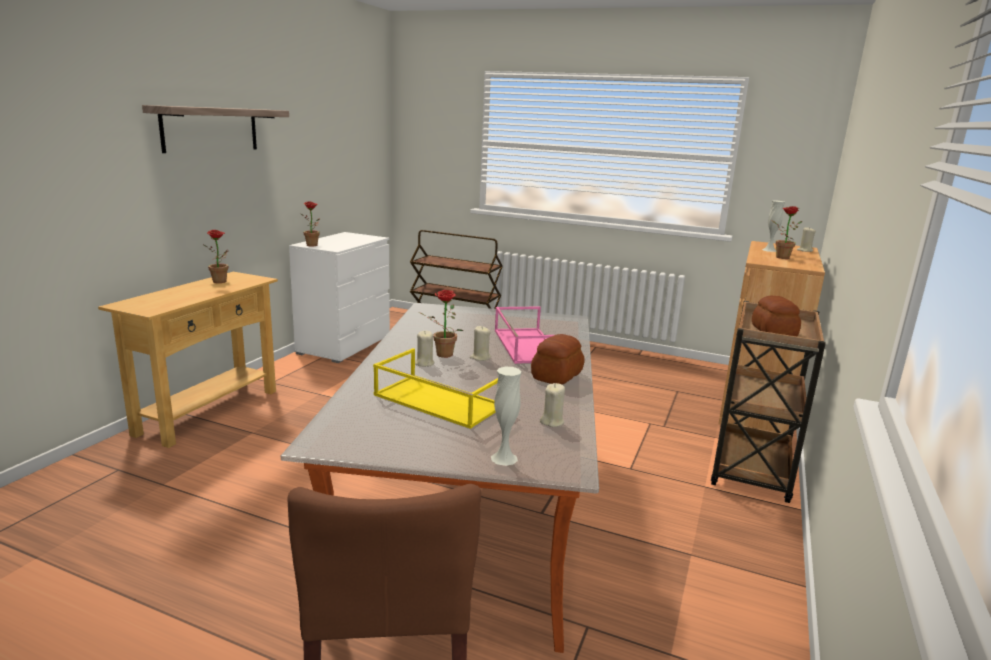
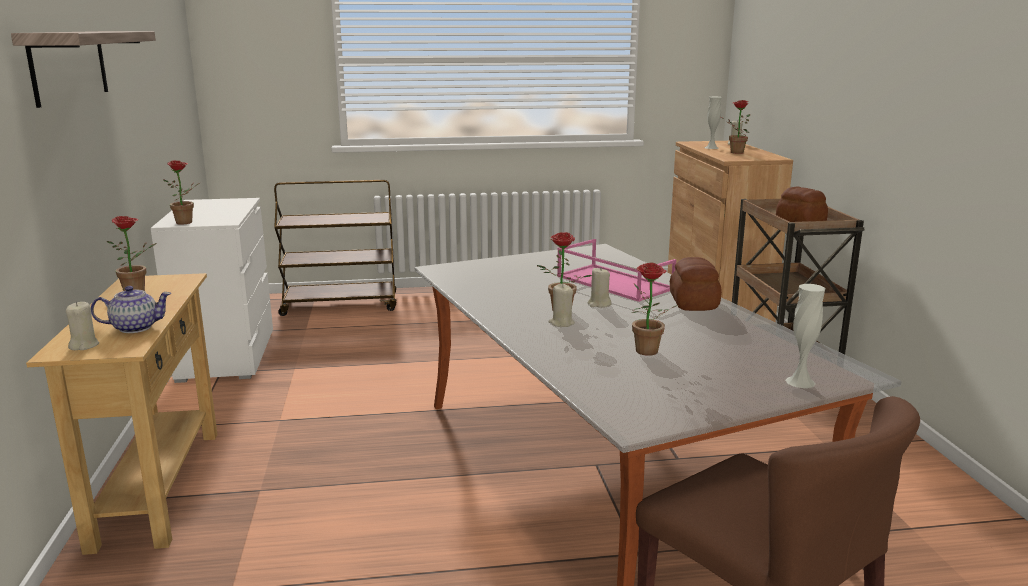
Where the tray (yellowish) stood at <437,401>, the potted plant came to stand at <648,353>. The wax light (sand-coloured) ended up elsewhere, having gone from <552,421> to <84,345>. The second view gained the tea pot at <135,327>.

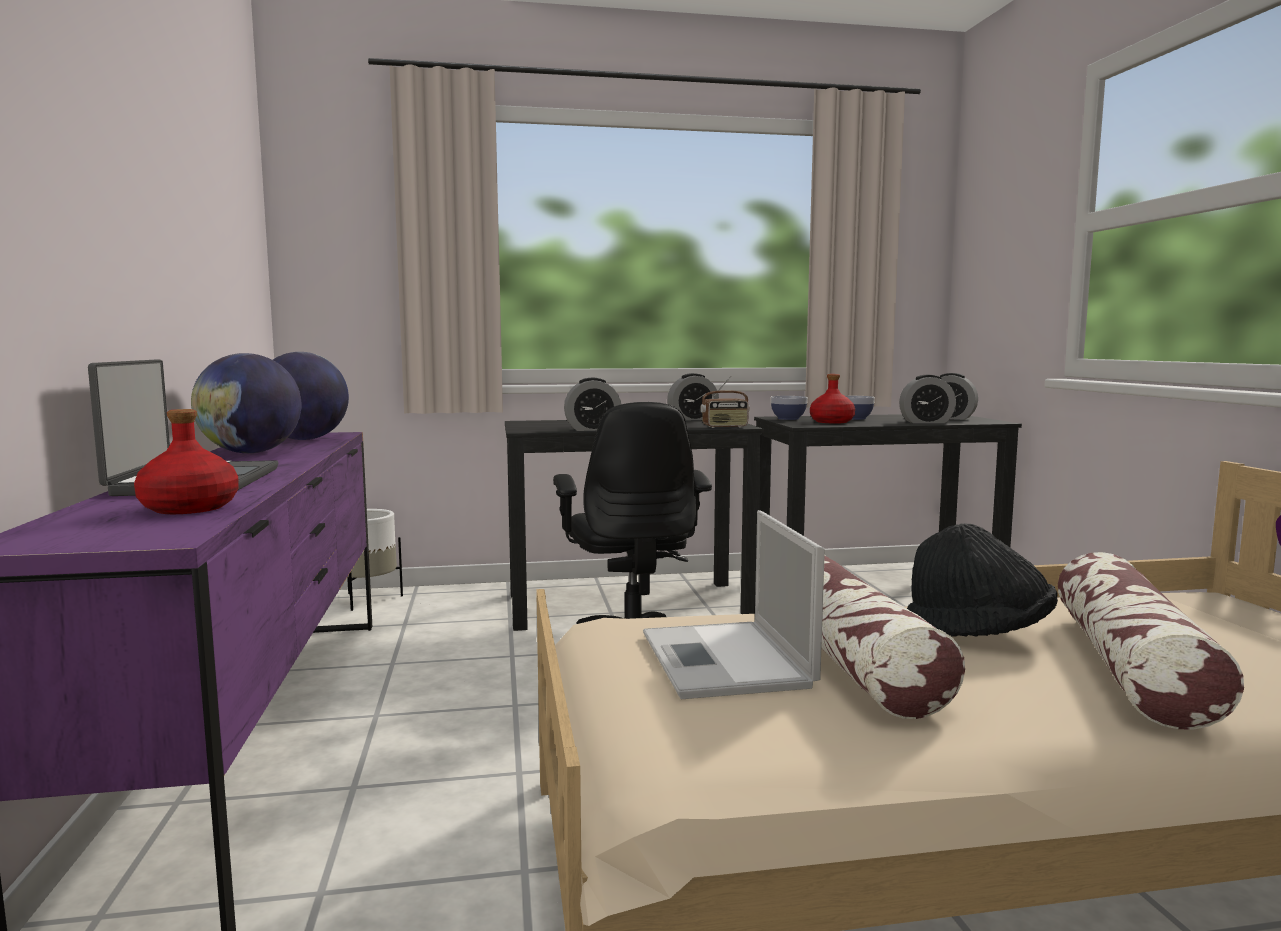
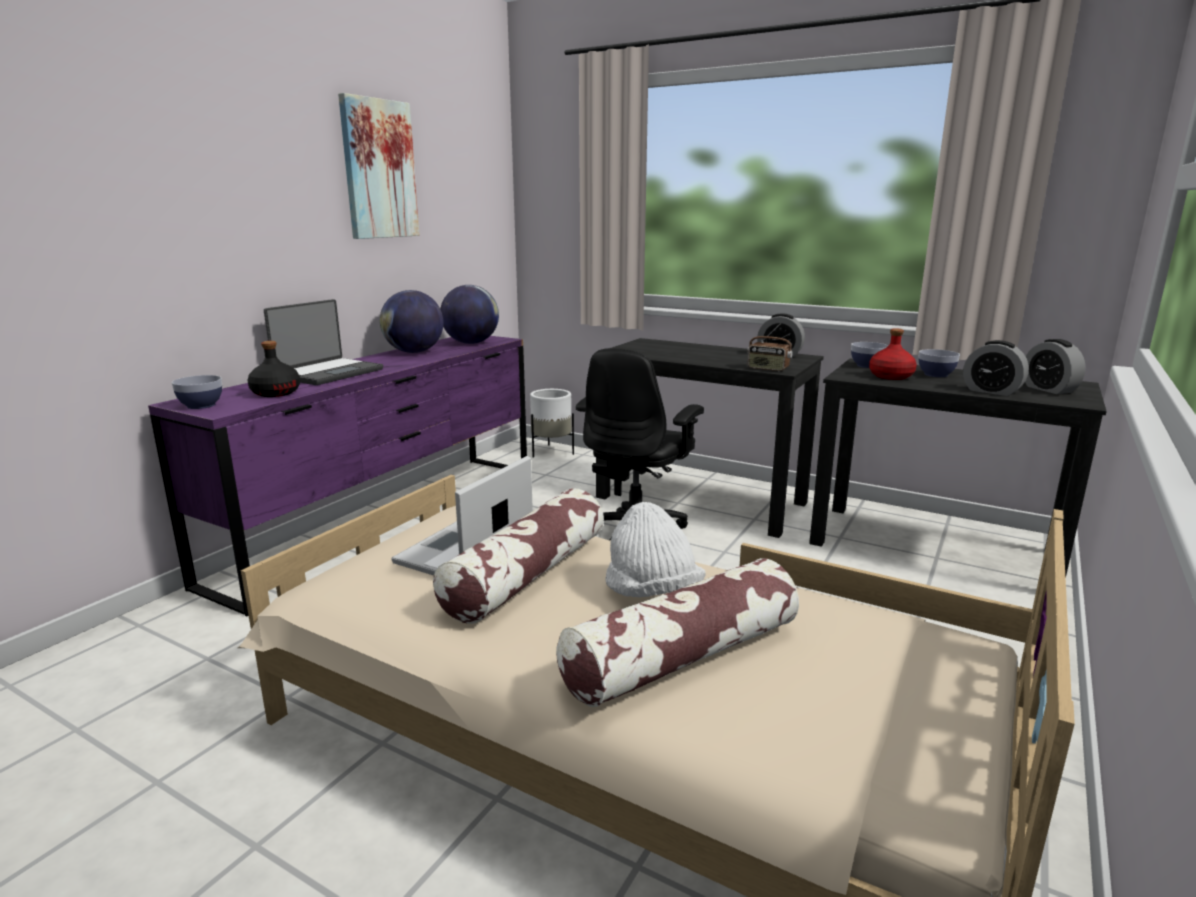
What was the beverage bottle (red) at <188,508> turned into the beverage bottle (black) at <275,393>. The second view lost the table clock at <593,429>. What was the hat (black) at <978,633> turned into the hat (white-coloured) at <651,592>. The second view gained the deep dish at <201,405>. The second view gained the wall art at <378,169>.

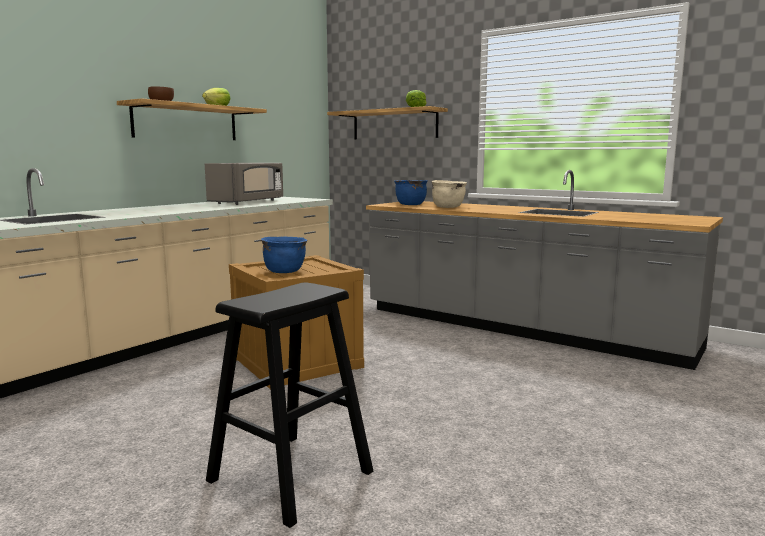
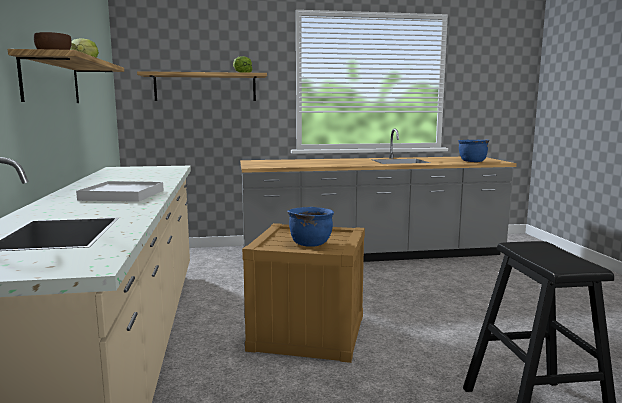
The second view lost the kitchen microwave (gray) at <248,202>. The cooking pot (blue) ended up elsewhere, having gone from <410,205> to <472,161>. The second view lost the cooking pot (sand-coloured) at <448,207>. The second view gained the tray (white-coloured) at <122,195>.

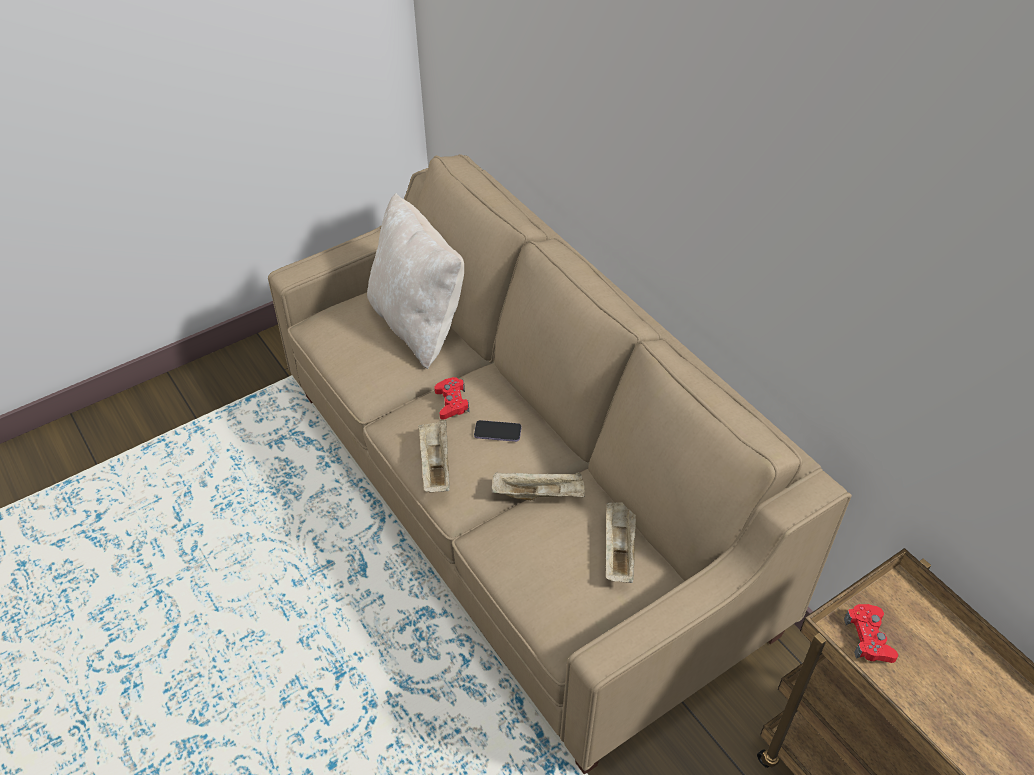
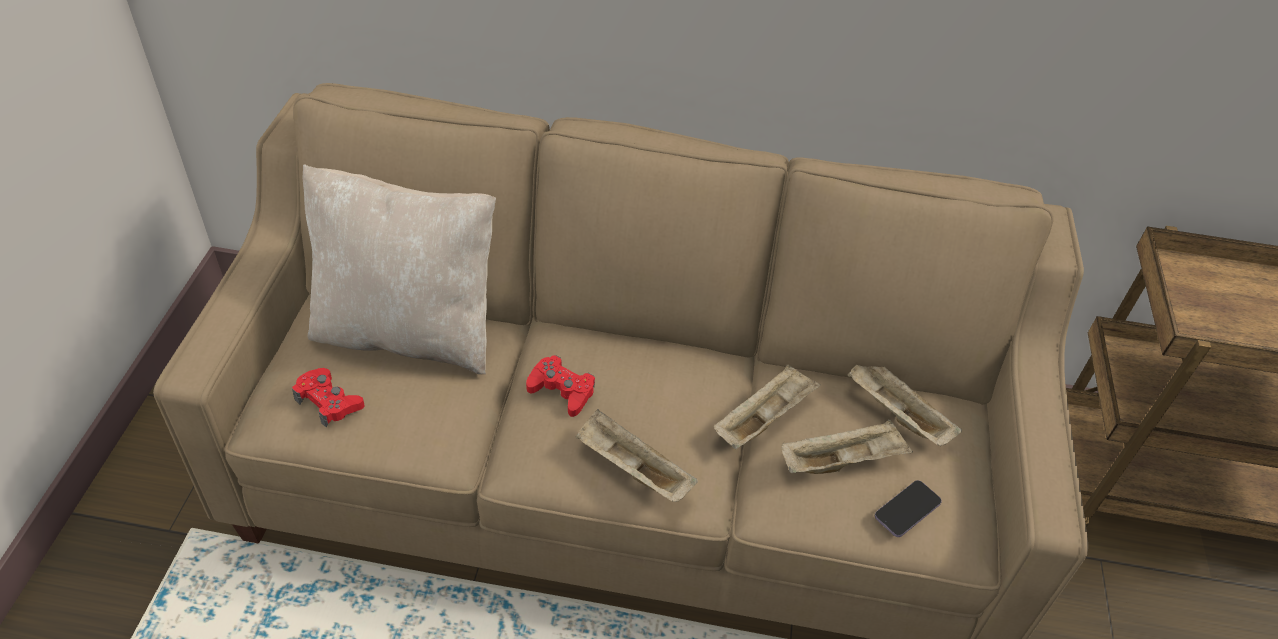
The handset ended up elsewhere, having gone from <497,432> to <907,510>. The joypad (red) ended up elsewhere, having gone from <869,638> to <329,402>. The second view gained the tray (sand-coloured) at <842,461>.

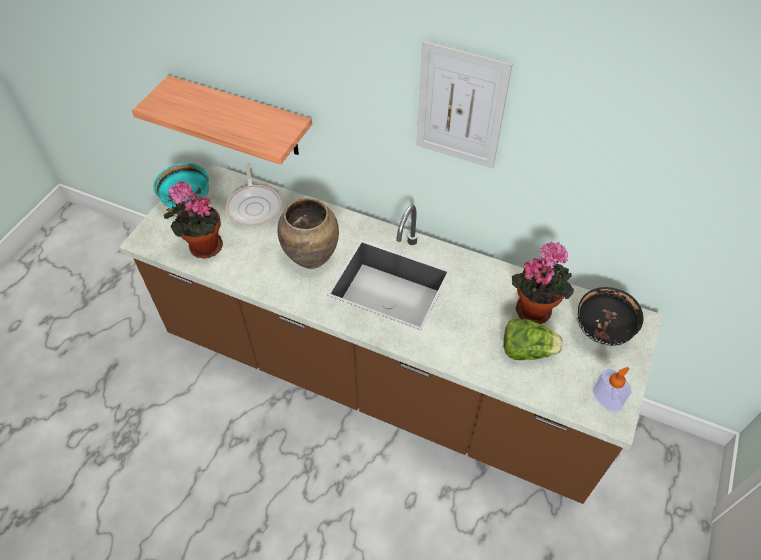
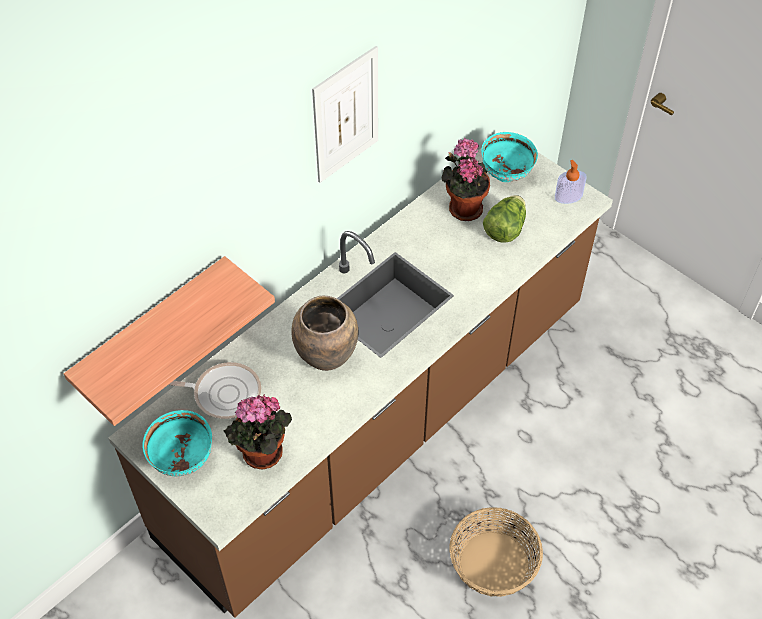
What was the deep dish (black) at <601,333> turned into the deep dish (turquoise) at <506,174>. The second view gained the storage basket at <493,562>.

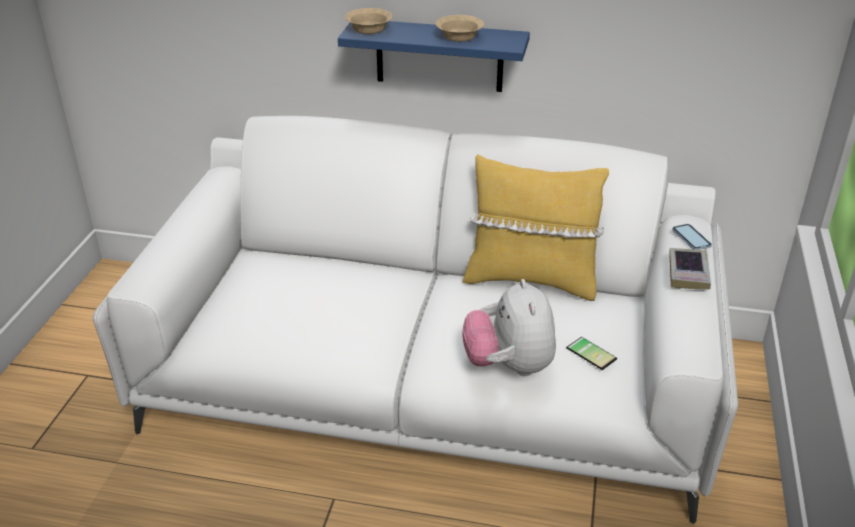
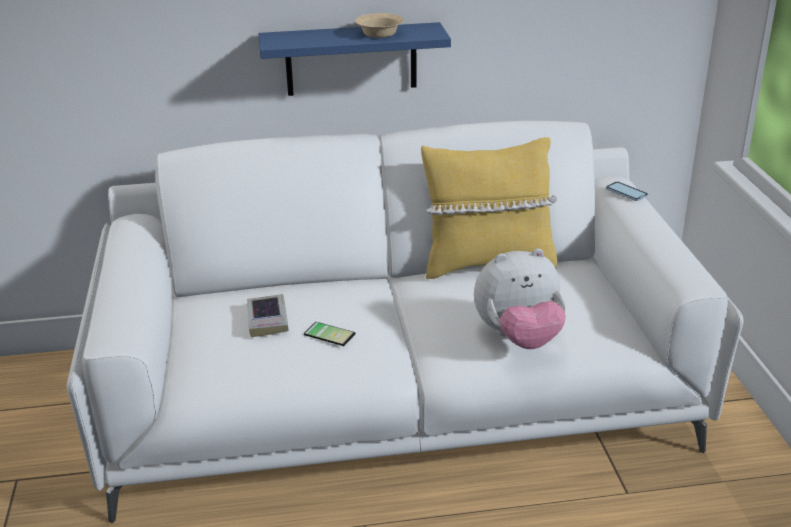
The second view lost the deep dish (sand-coloured) at <368,29>. The soft toy at <509,366> ended up facing another way, 75 degrees counterclockwise from before. The handset ended up elsewhere, having gone from <593,352> to <331,333>. The book ended up elsewhere, having gone from <688,273> to <267,319>.

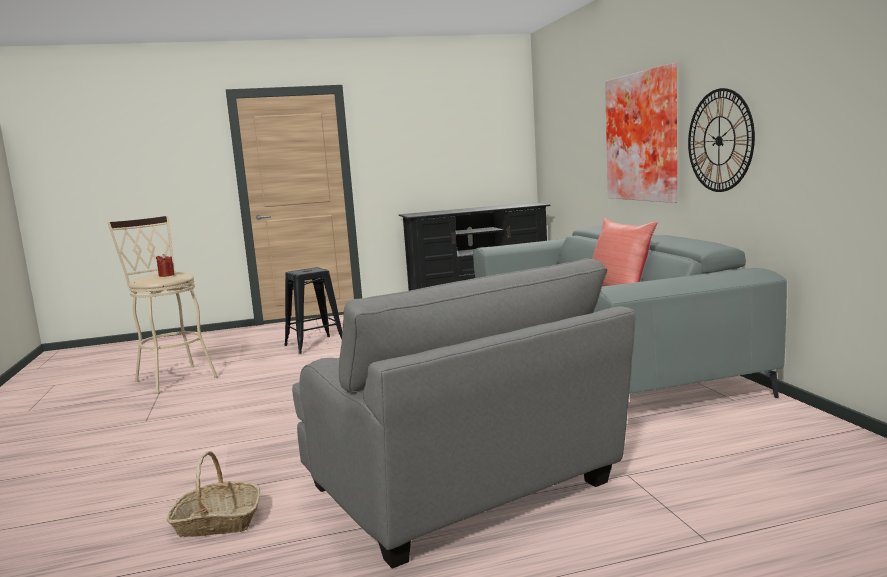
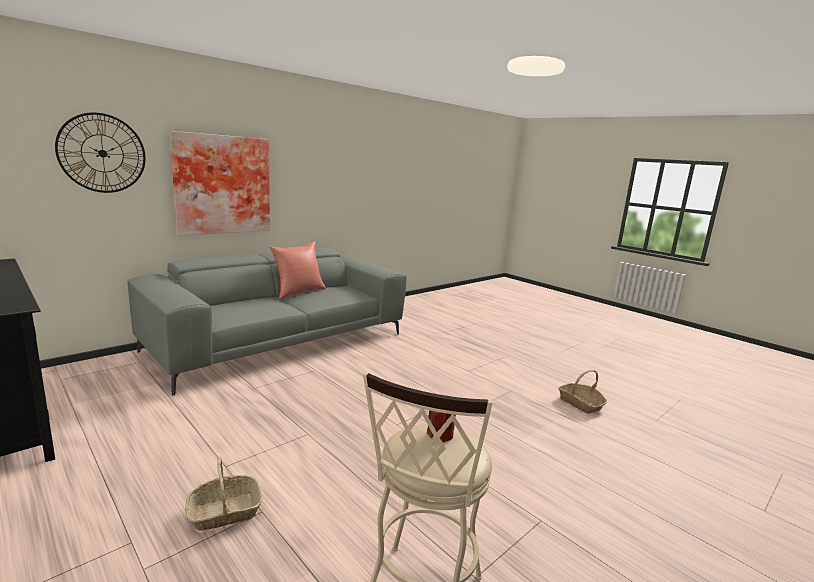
Where the sitting stool (black) stood at <314,345>, the storage basket came to stand at <224,512>. The second view lost the lounge chair (gray) at <462,488>. The clock on the wall ended up elsewhere, having gone from <719,140> to <102,153>.

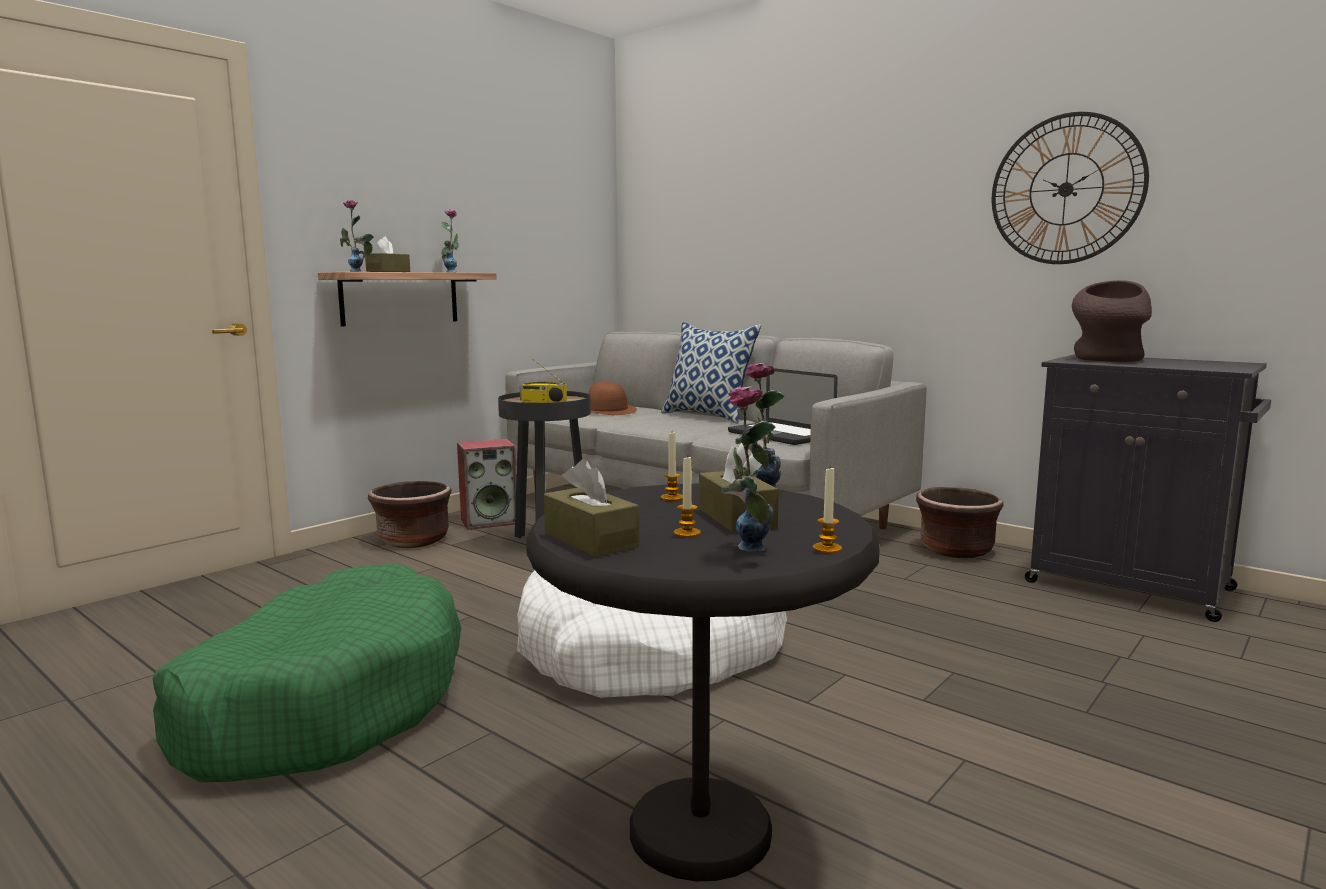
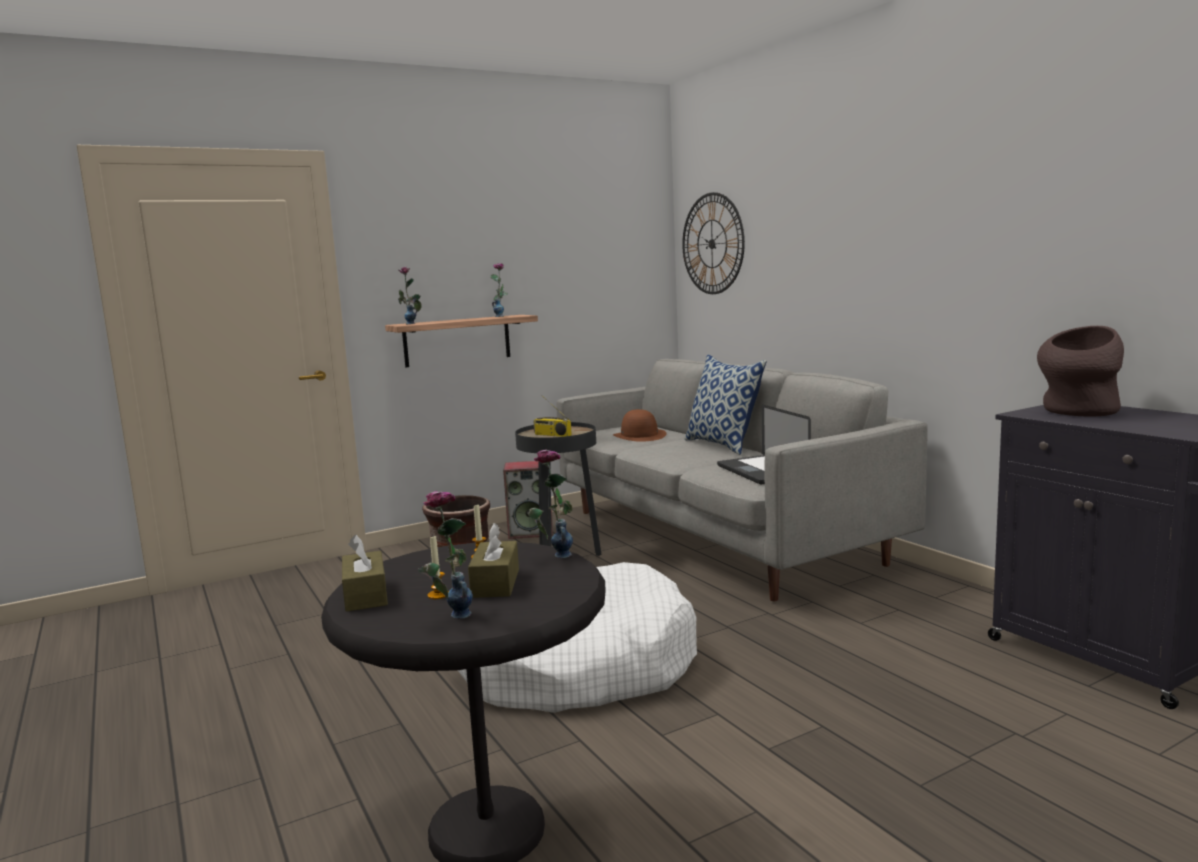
The second view lost the dog cushion (greenish) at <324,702>. The second view lost the tissue holder (brown) at <388,271>. The second view lost the wax light at <827,549>. The second view lost the plant pot (brown) at <956,550>. The clock on the wall ended up elsewhere, having gone from <1066,189> to <712,244>.

